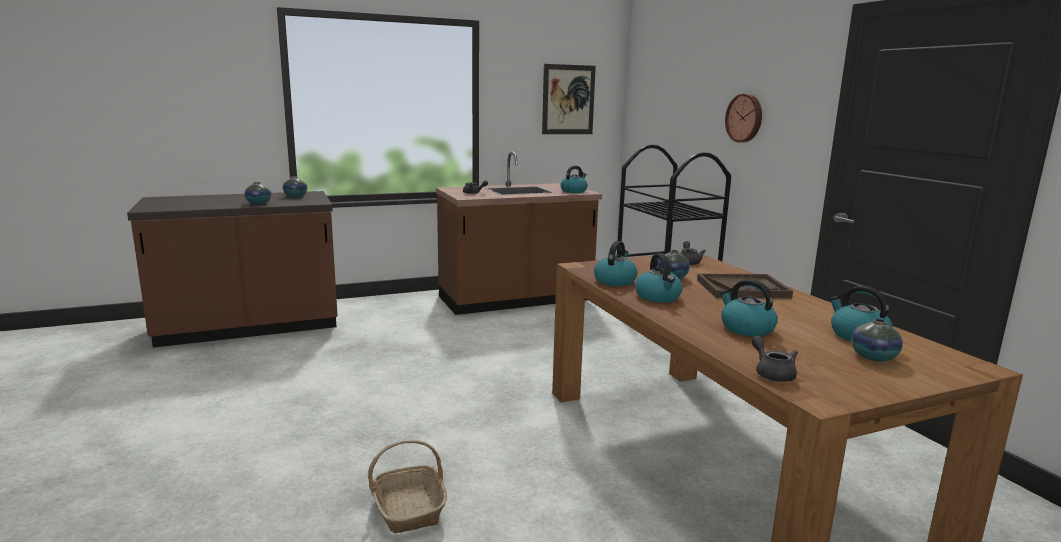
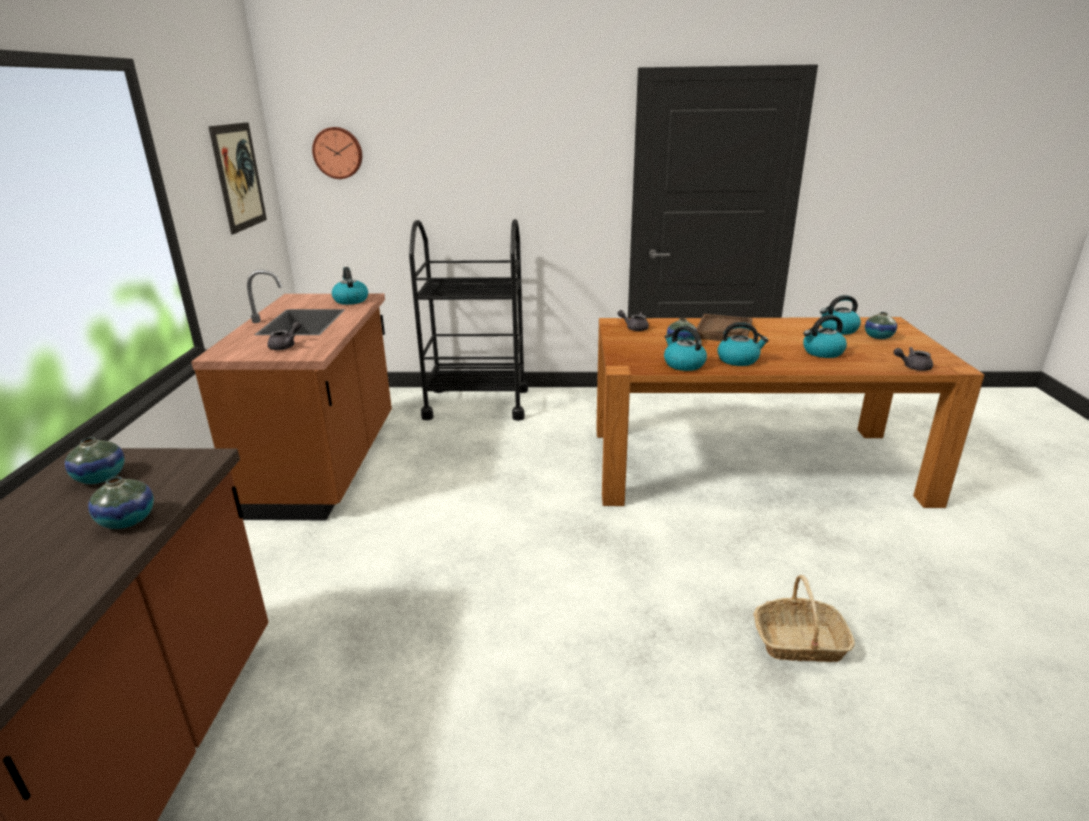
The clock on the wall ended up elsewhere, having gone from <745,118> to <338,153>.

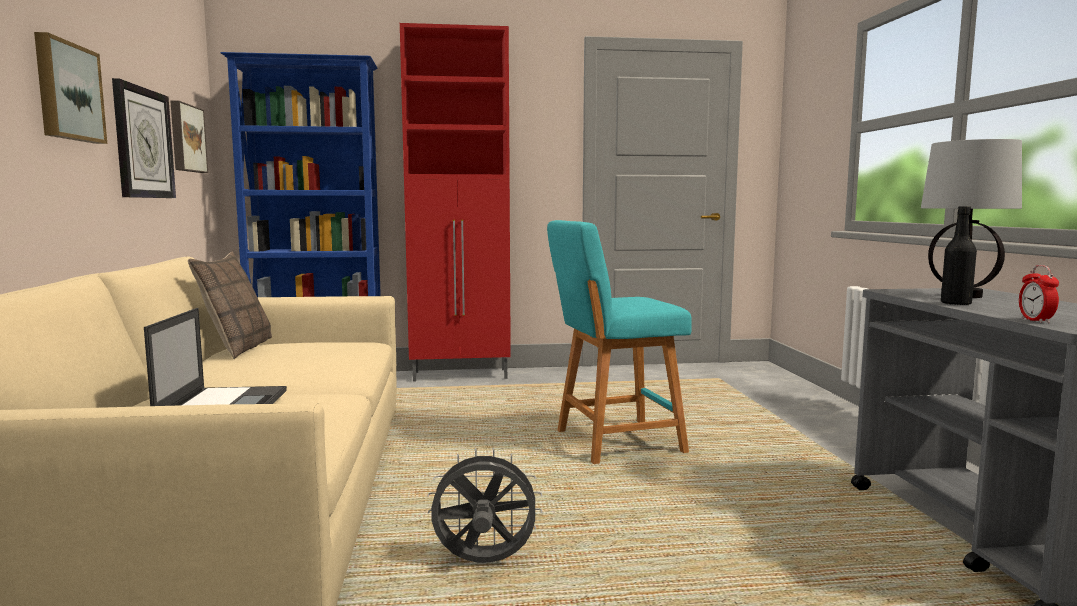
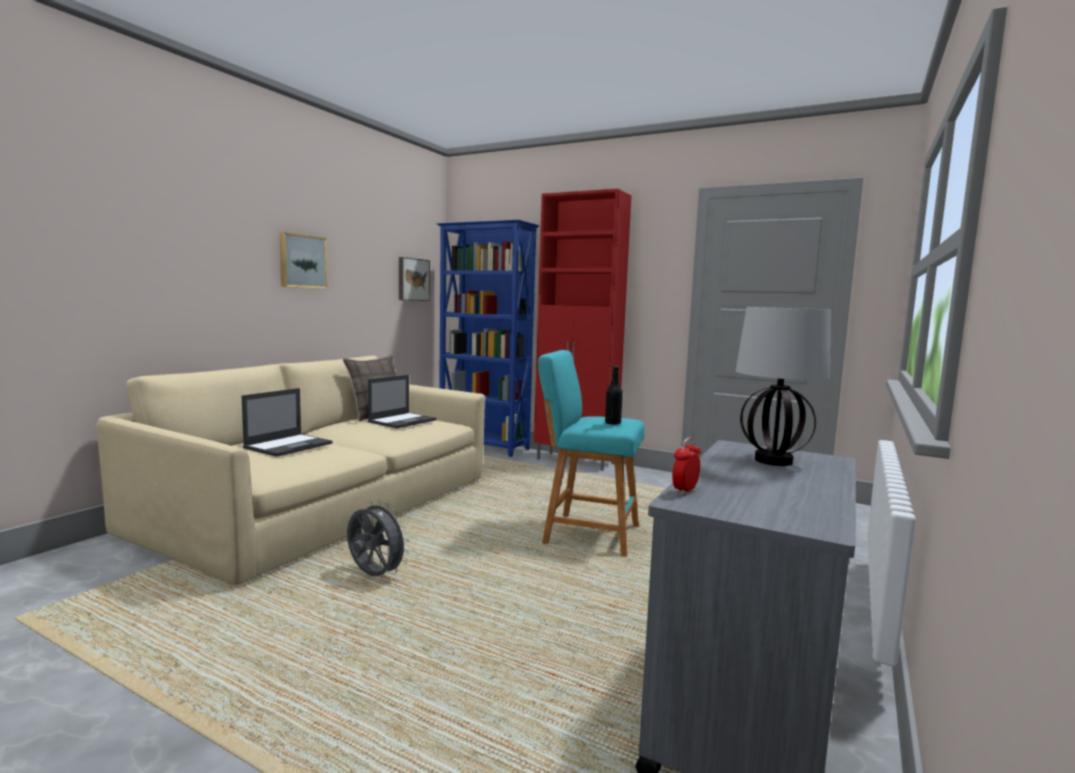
The second view lost the clock on the wall at <143,143>. The beverage bottle (black) ended up elsewhere, having gone from <955,304> to <612,423>. The second view gained the laptop at <403,421>.

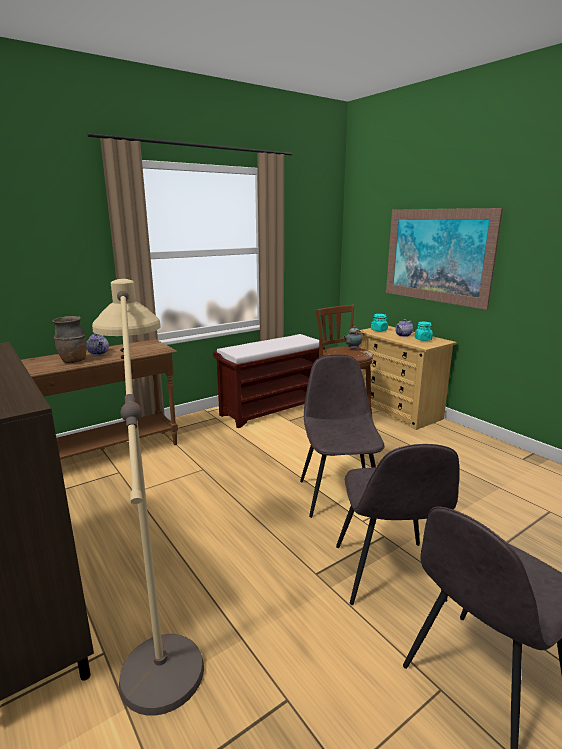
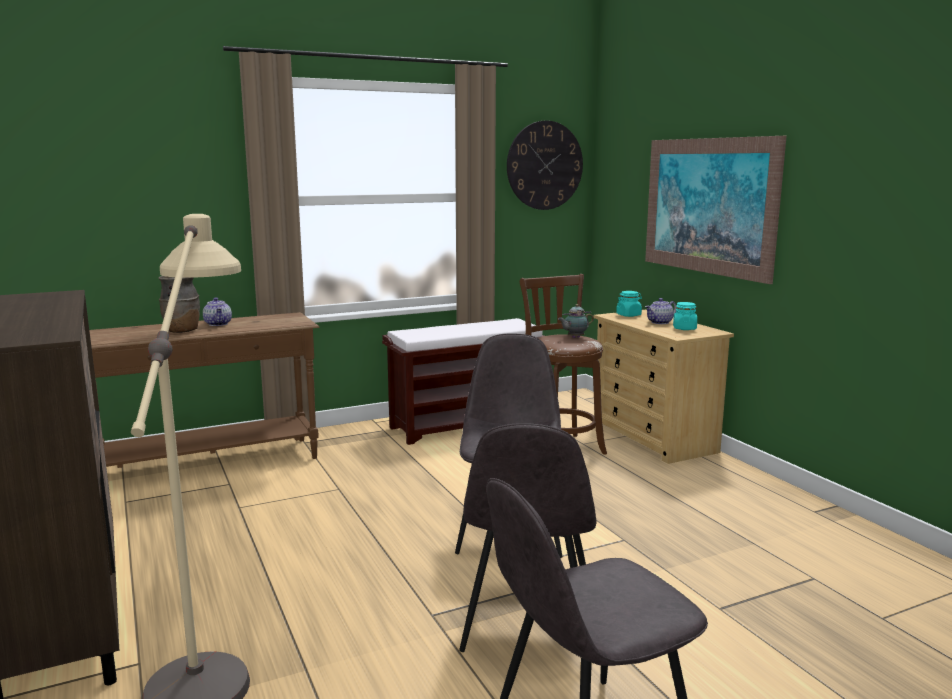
The second view gained the clock on the wall at <544,165>.

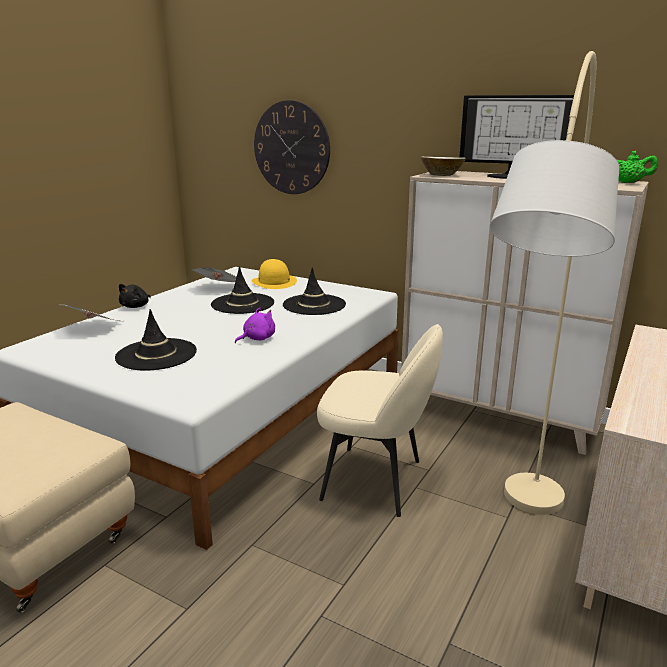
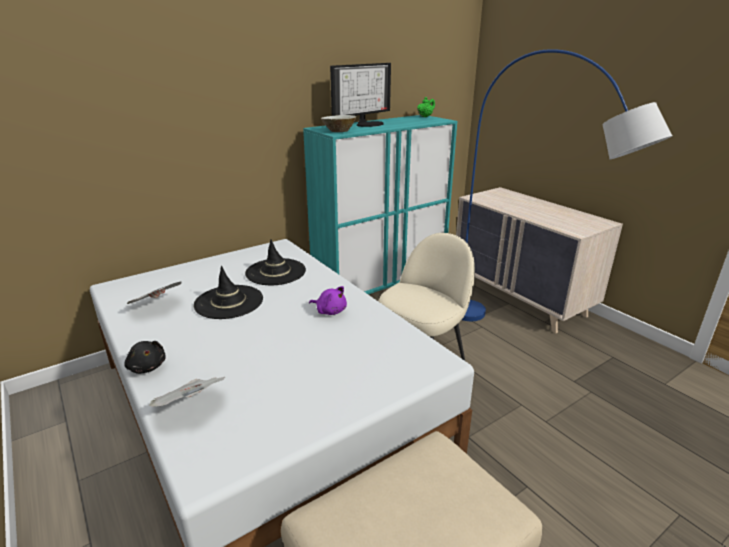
The second view lost the hat (black) at <156,355>. The soft toy (purplish) at <257,338> ended up facing another way, 135 degrees clockwise from before. The second view lost the hat (yellowish) at <274,282>. The second view lost the clock on the wall at <291,148>. What was the storage cabinet (sand-coloured) at <498,417> turned into the storage cabinet (turquoise) at <380,291>. What was the standard lamp (sand-coloured) at <515,567> turned into the standard lamp (blue) at <524,340>.

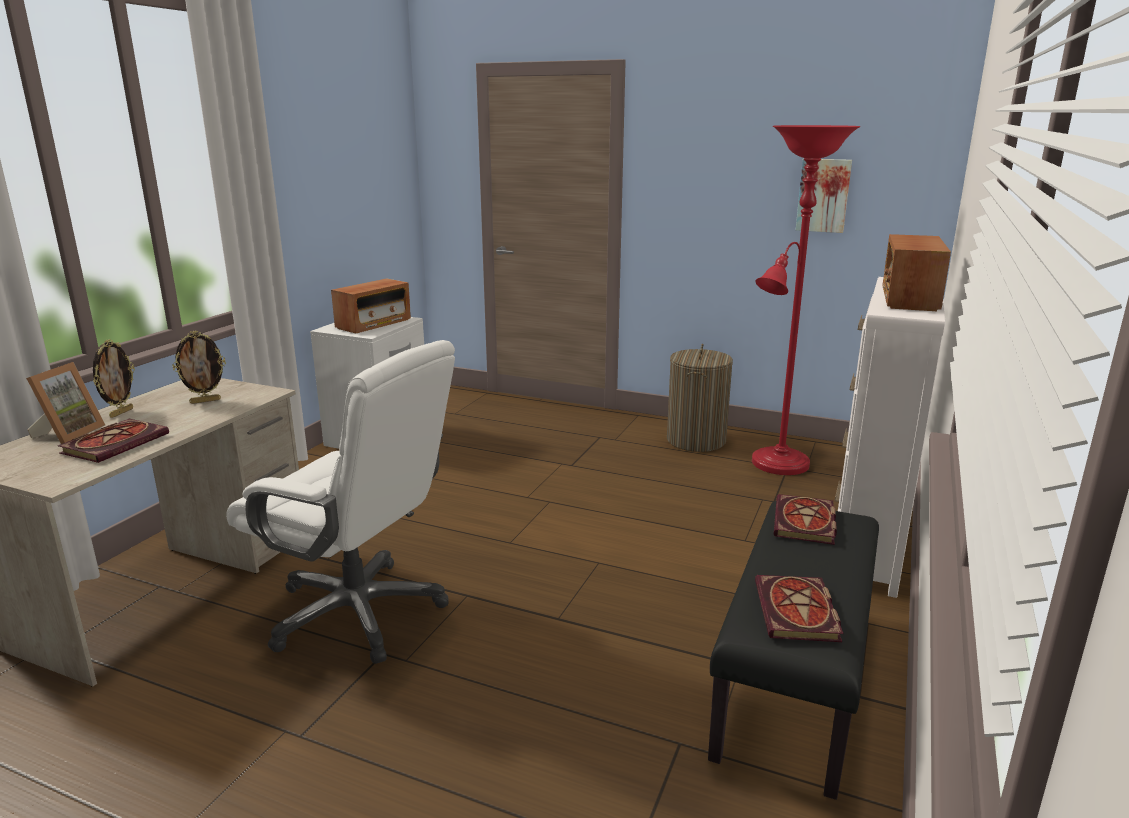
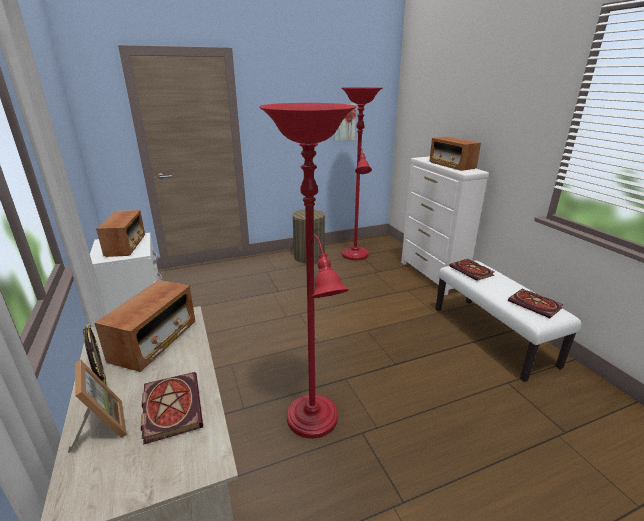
Where the picture frame stood at <205,401>, the radio came to stand at <155,342>. Where the computer chair (white-coloured) stood at <359,612>, the standard lamp (red) came to stand at <314,422>. What was the long seat (black) at <796,680> turned into the long seat (white-coloured) at <493,336>.

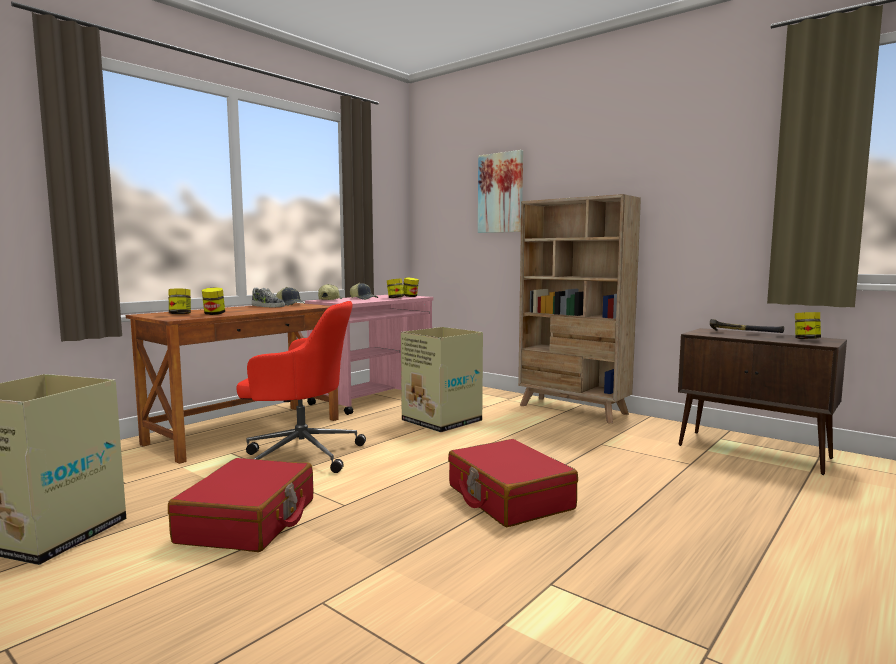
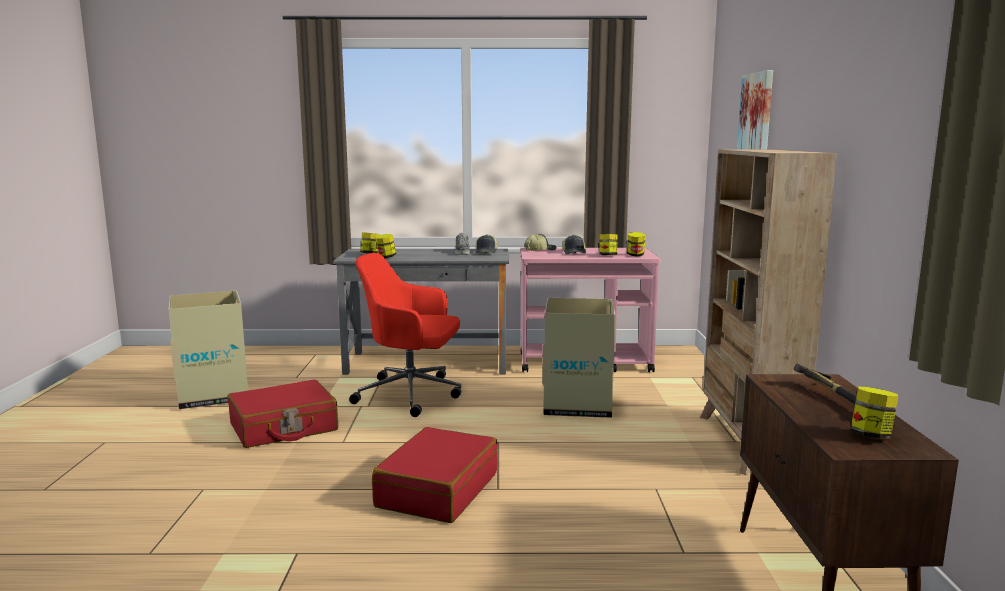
What was the desk unit (brown) at <245,431> turned into the desk unit (gray) at <427,363>. The computer chair (red) at <301,454> ended up facing another way, 135 degrees clockwise from before.

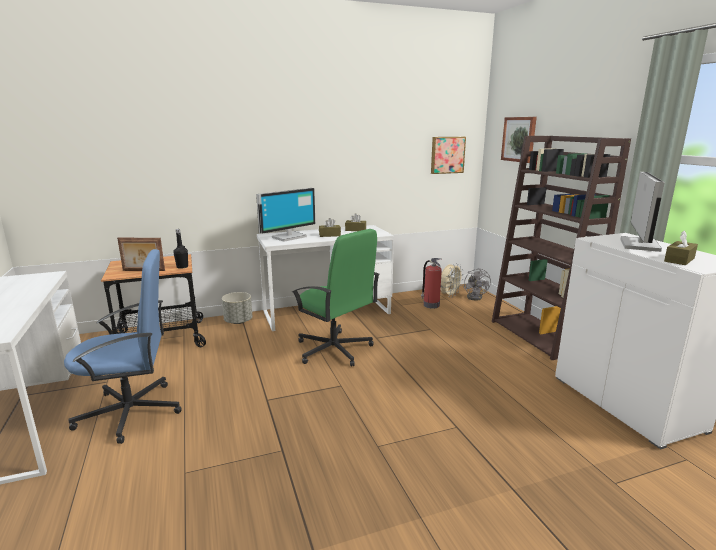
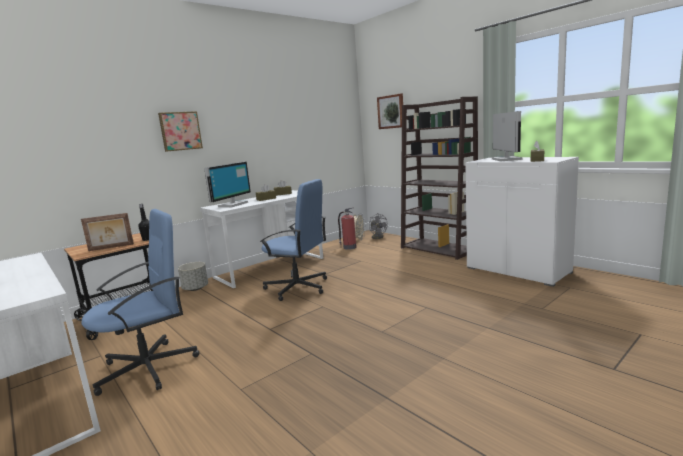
What was the computer chair (greenish) at <334,350> turned into the computer chair (blue) at <298,287>. The wall art ended up elsewhere, having gone from <447,155> to <180,131>.

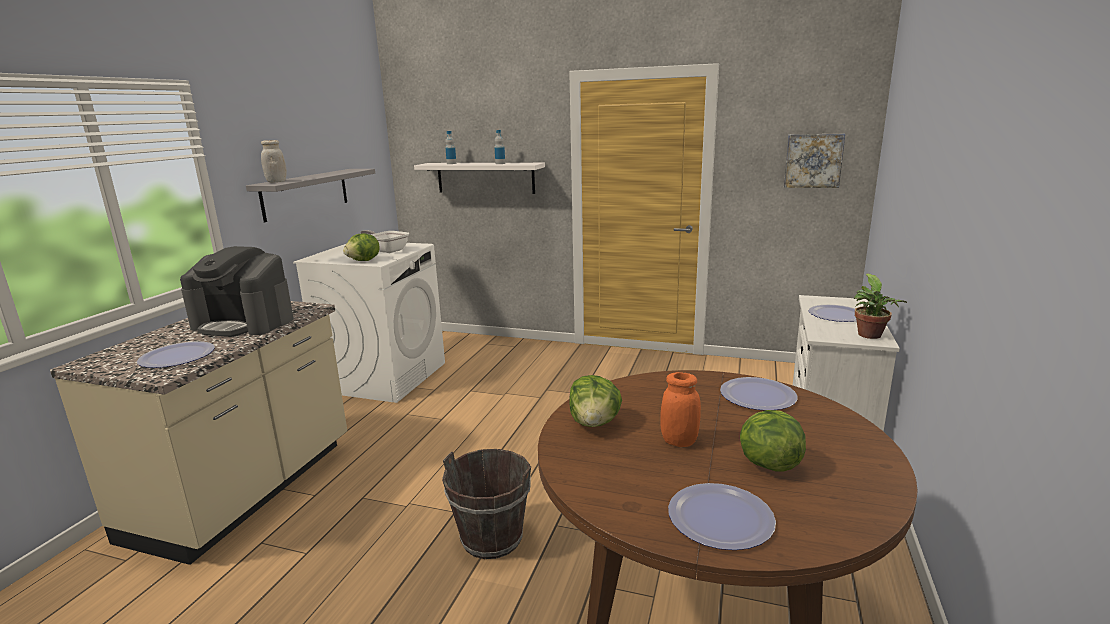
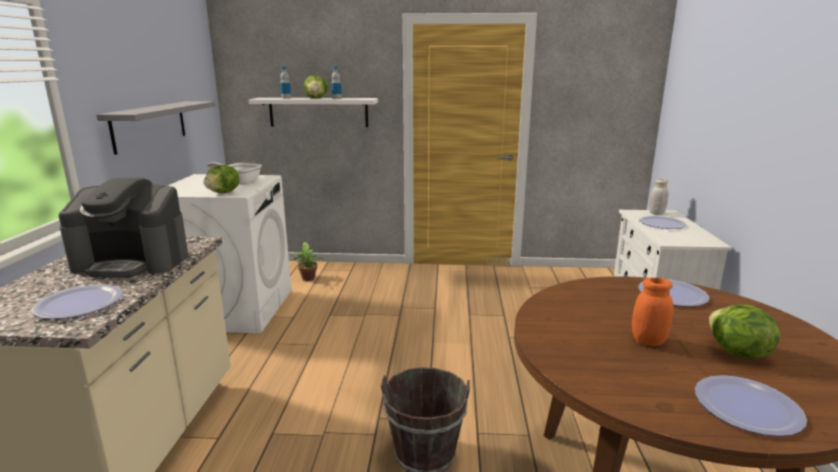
The jar (white-coloured) ended up elsewhere, having gone from <276,181> to <656,213>. The head of lettuce ended up elsewhere, having gone from <594,423> to <316,98>. The second view lost the wall art at <813,160>. The potted plant ended up elsewhere, having gone from <870,336> to <308,279>.

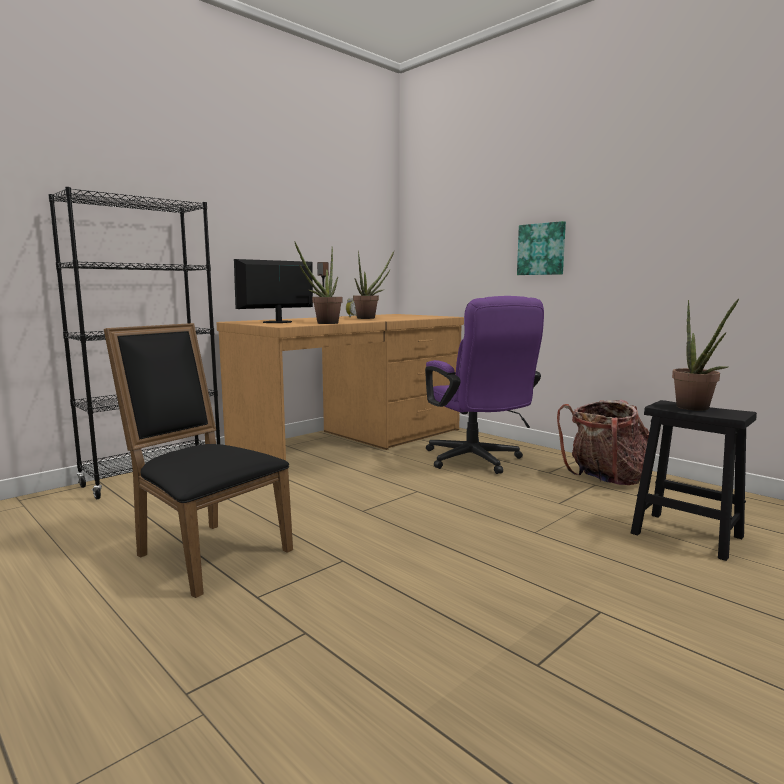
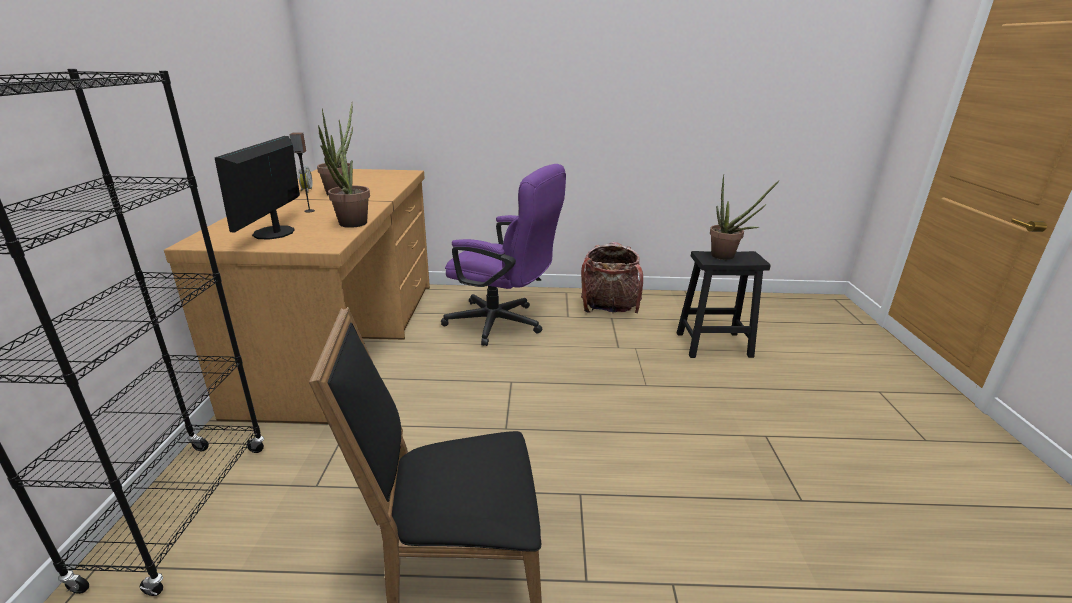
The second view lost the wall art at <541,249>.

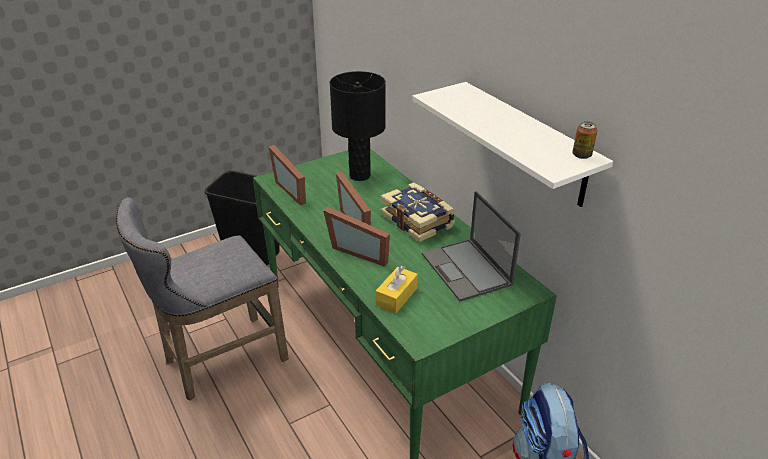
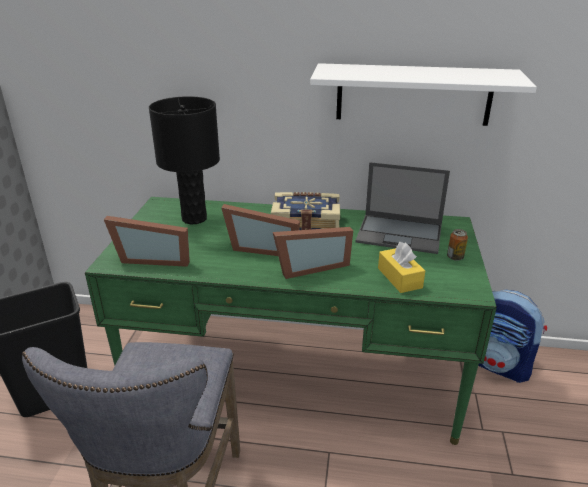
The sealed can ended up elsewhere, having gone from <581,155> to <455,257>.

